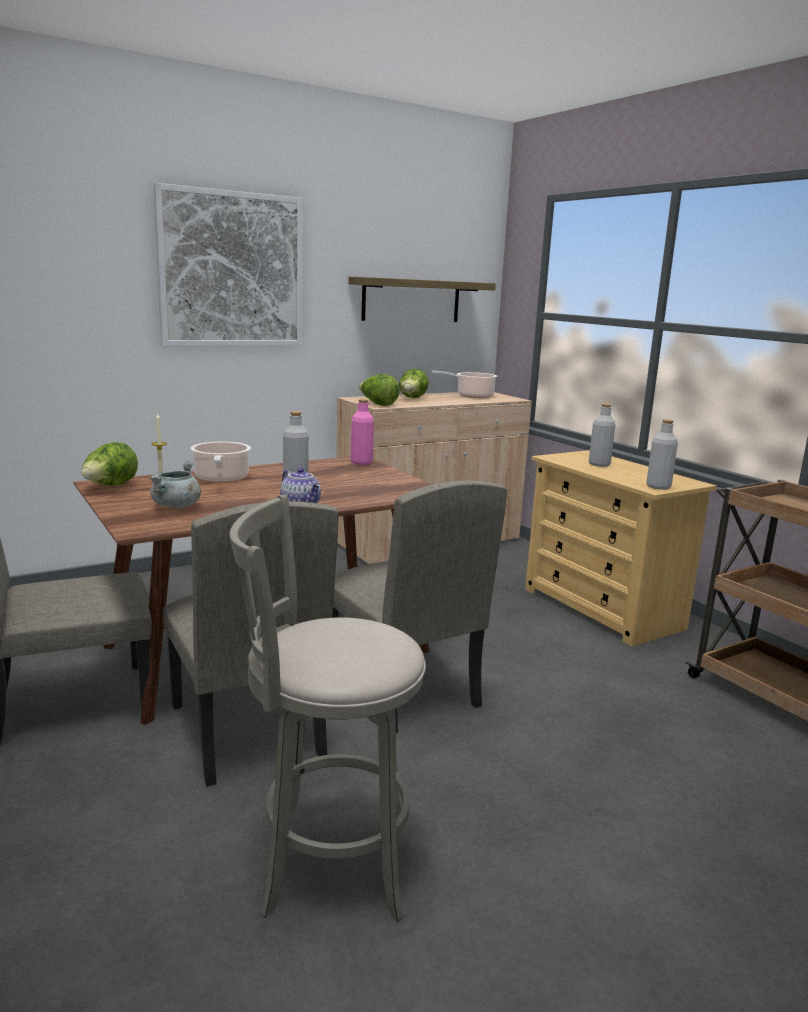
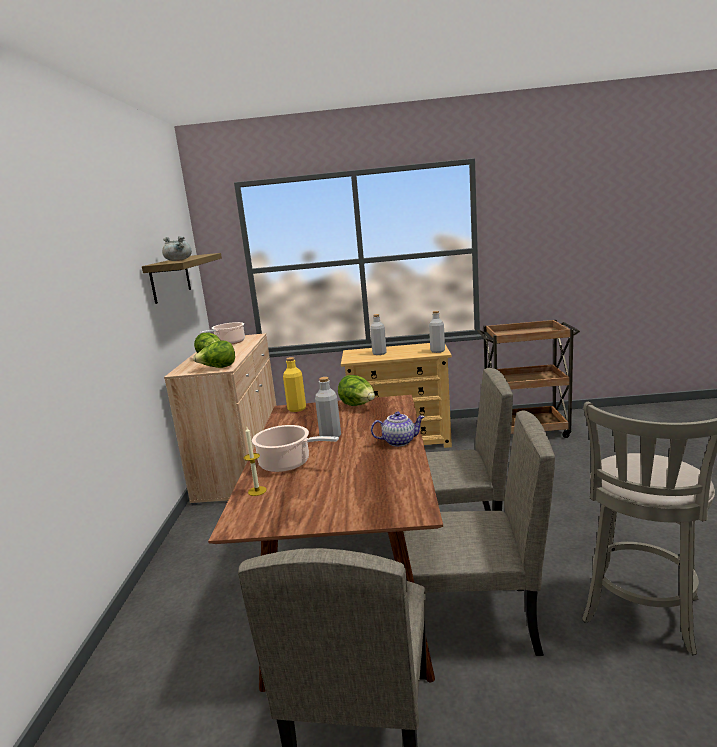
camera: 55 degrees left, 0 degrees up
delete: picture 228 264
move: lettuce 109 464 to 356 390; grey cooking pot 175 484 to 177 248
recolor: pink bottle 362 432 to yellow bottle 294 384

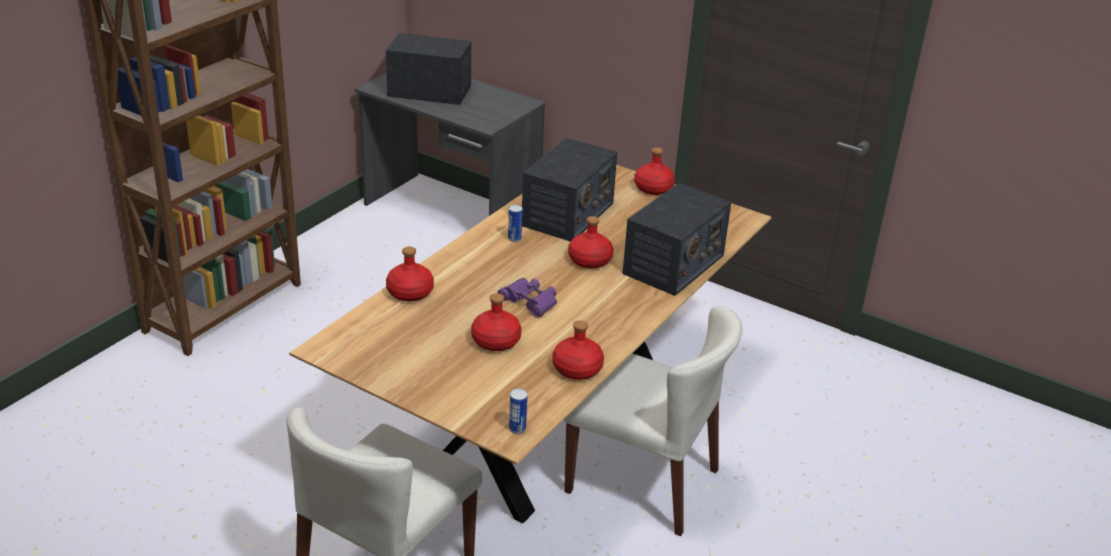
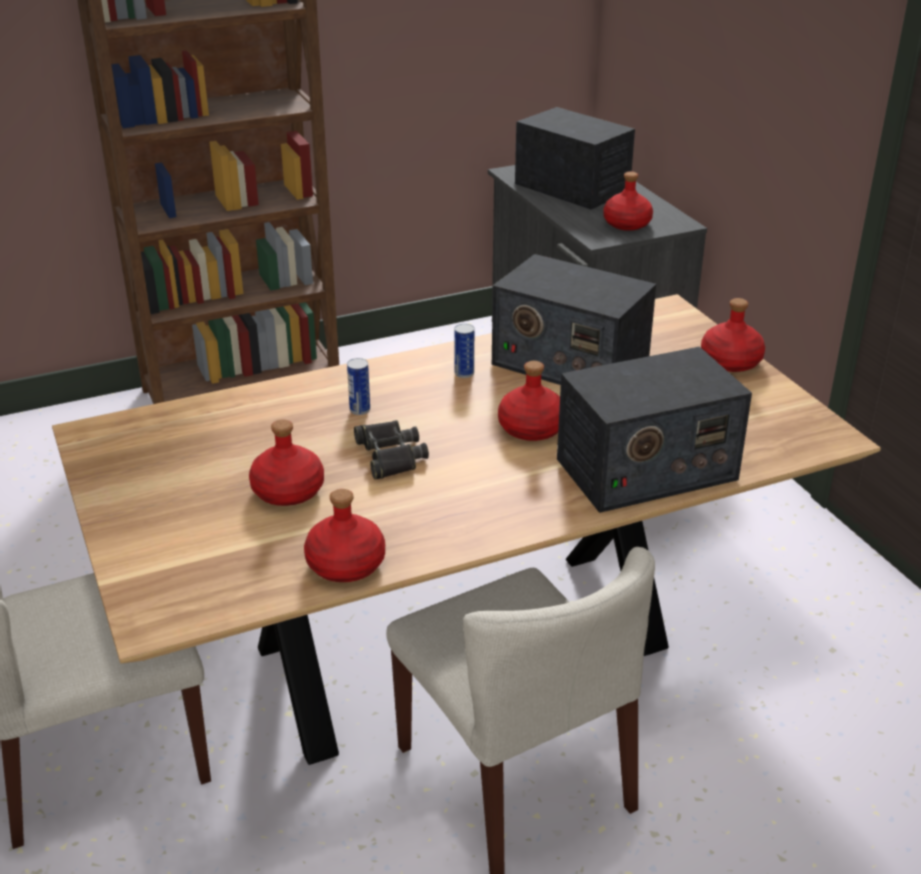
camera: 35 degrees right, 0 degrees up
move: red bottle 410 273 to 628 201; can 518 411 to 358 386
recolor: purple binoculars 527 298 to black binoculars 391 449
rotate: radio 569 190 = 574 319 60 degrees clockwise

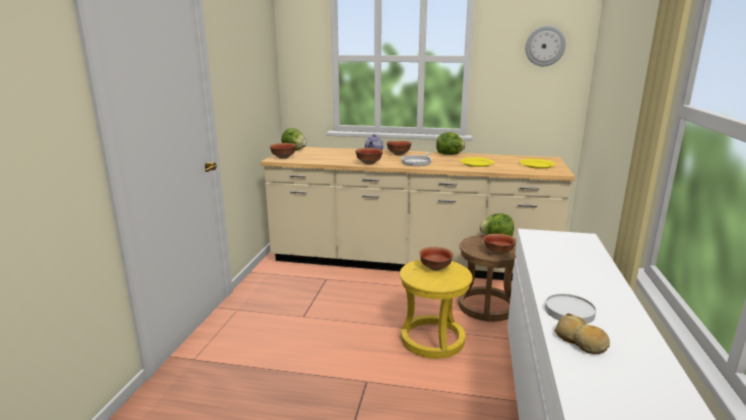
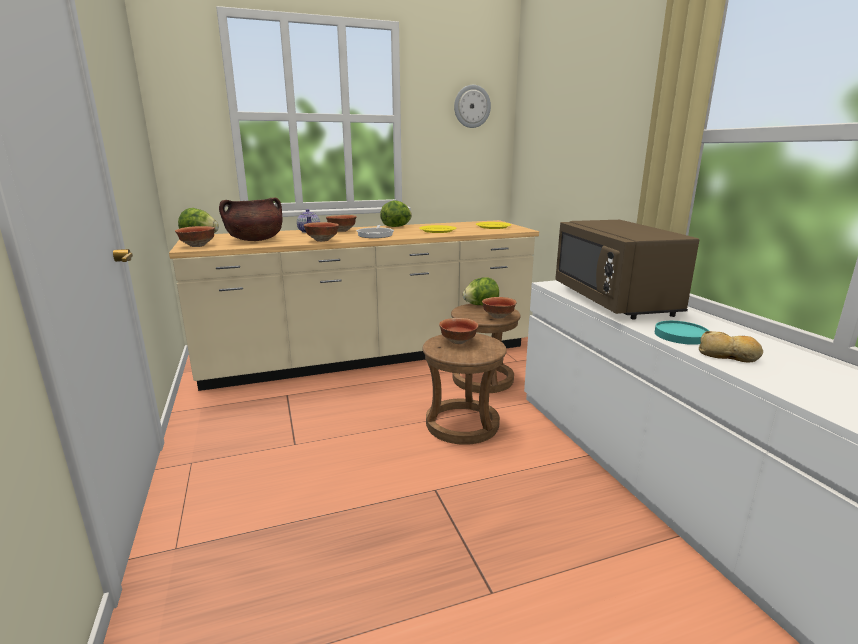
camera: 30 degrees left, 0 degrees up
insert: brown cooking pot 251 219; brown microwave 627 270
recolor: yellow stool 436 309 to brown stool 465 389; white plate 570 309 to turquoise plate 682 333

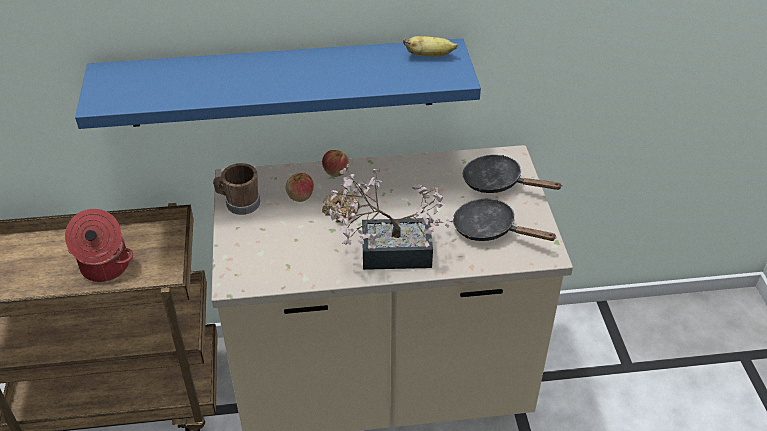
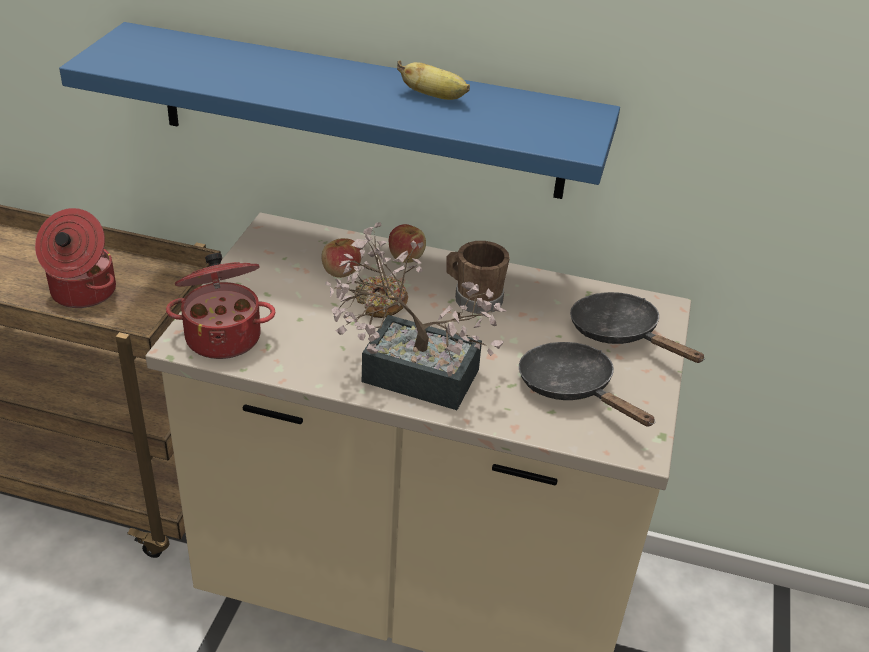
camera: 20 degrees right, 5 degrees down
insert: cooking pot 220 306
move: brown mug 236 189 to 478 277; banana 430 46 to 433 80

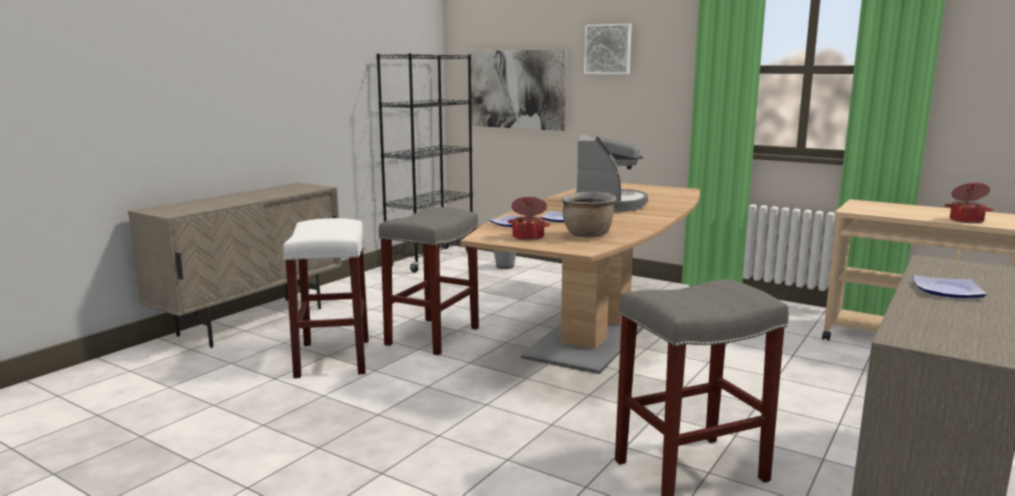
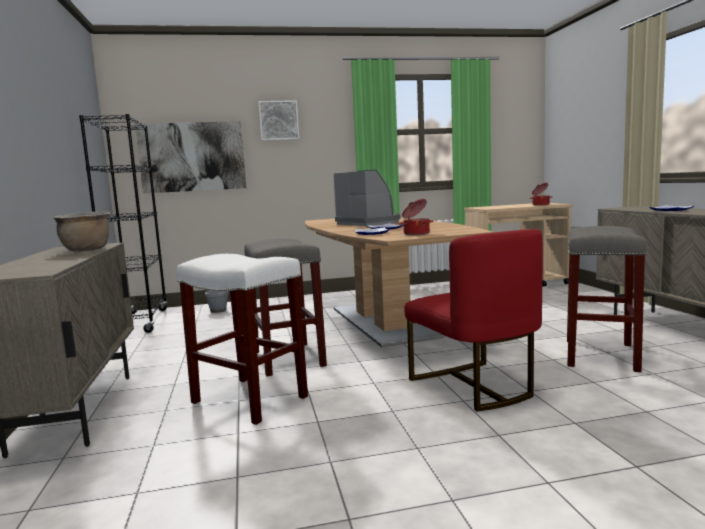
camera: 45 degrees left, 5 degrees down
insert: red chair 473 320
move: brown cooking pot 588 214 to 81 231

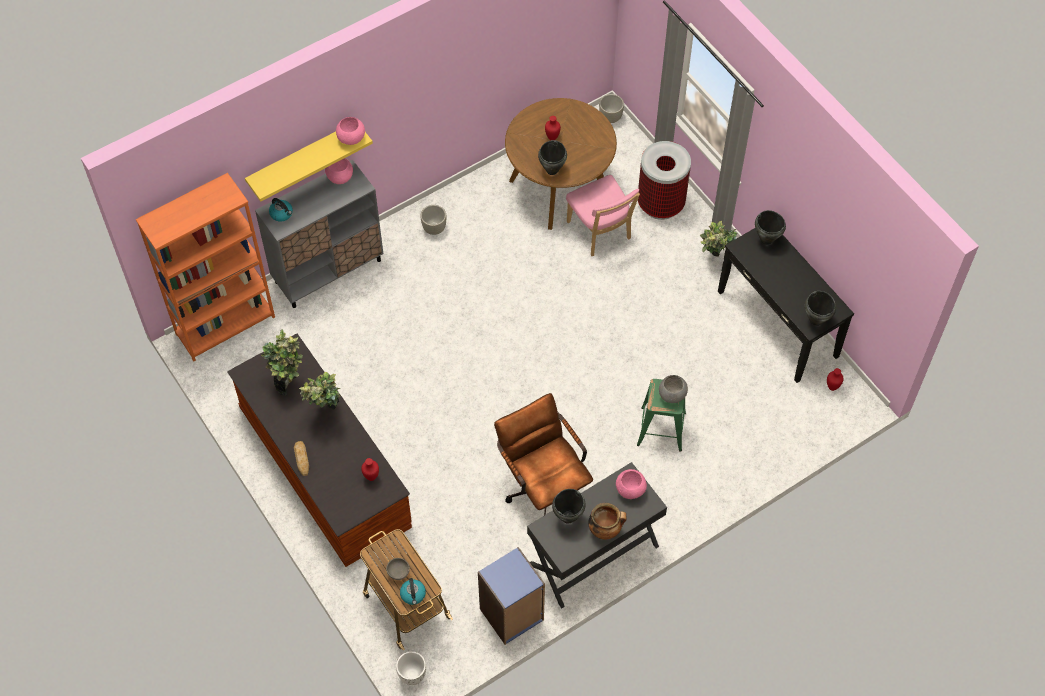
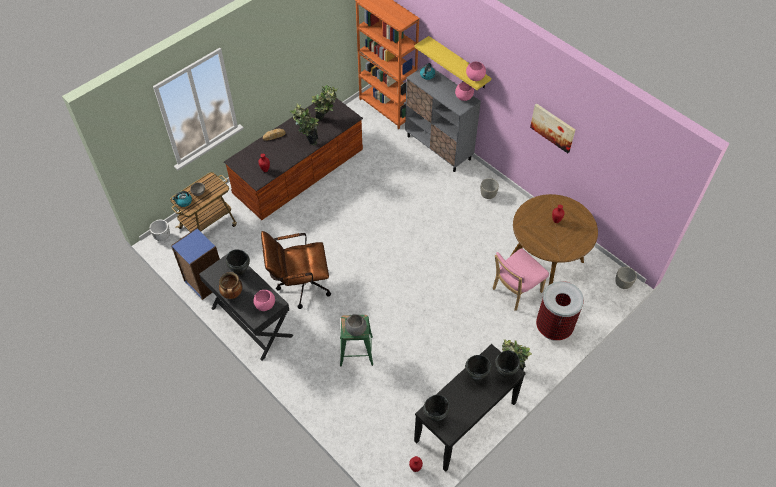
camera: 80 degrees right, 5 degrees down
insert: picture 552 128
move: black cooking pot 552 157 to 478 368
rotate: brown office chair 543 454 = 296 270 150 degrees counterclockwise

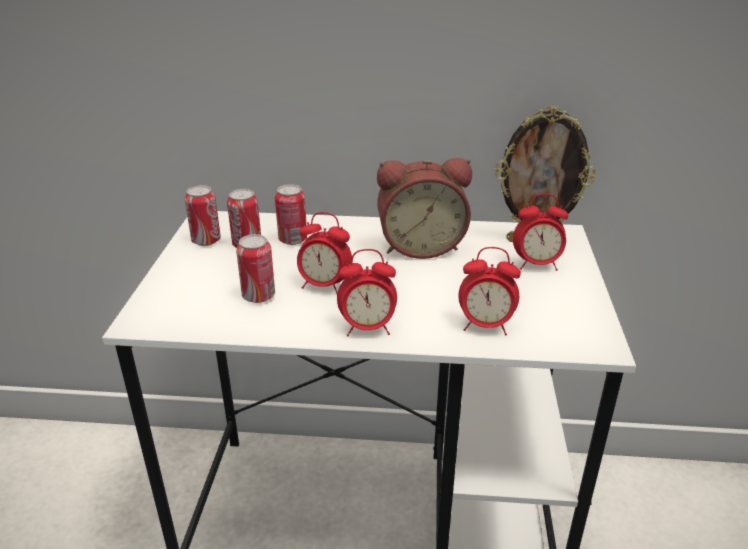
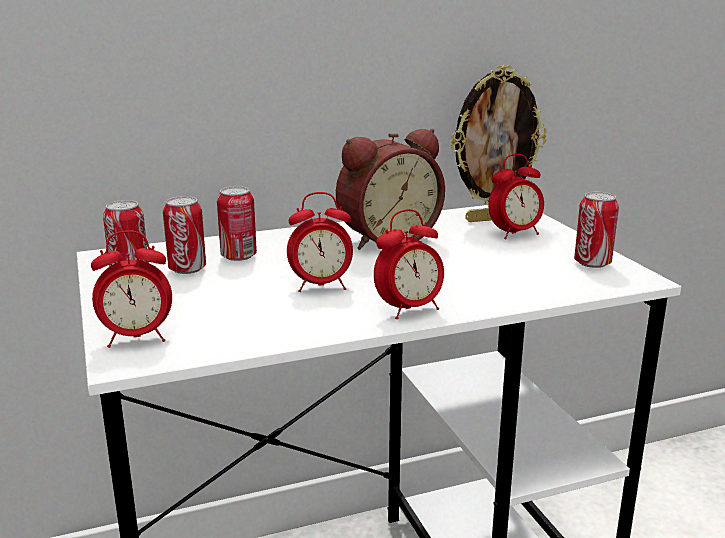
camera: 25 degrees left, 10 degrees down
move: can 255 268 to 596 230; alarm clock 489 291 to 131 289

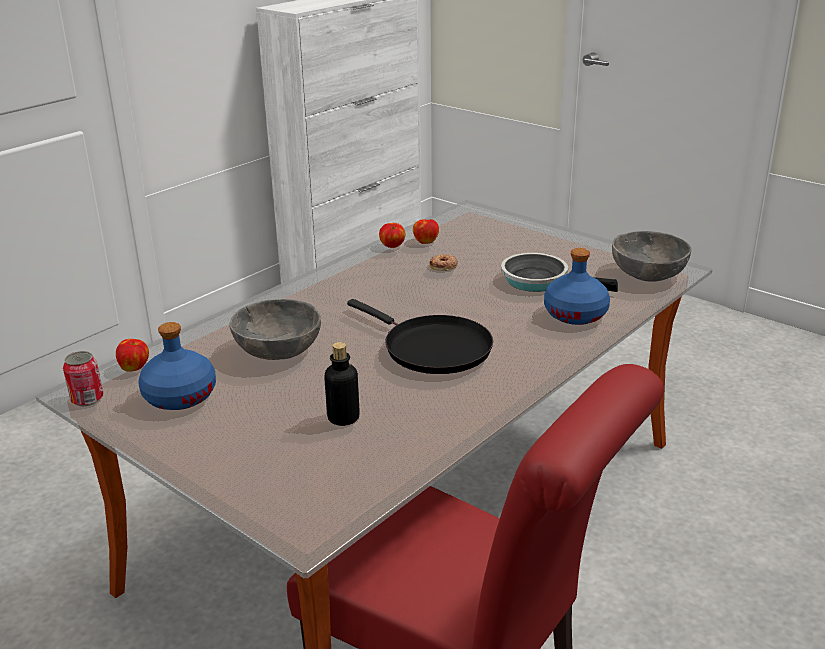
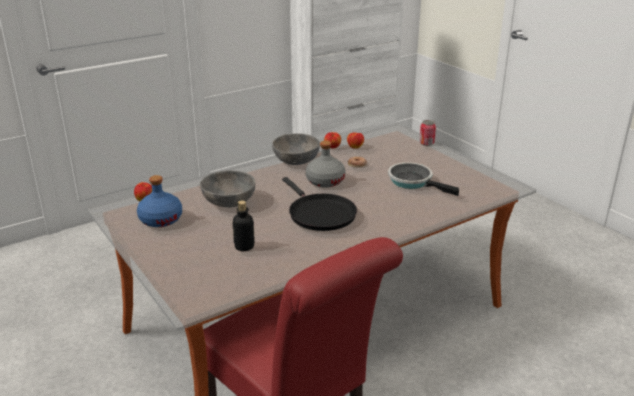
camera: 15 degrees right, 0 degrees up
delete: blue bottle 577 286
insert: grey bottle 326 164
move: can 83 378 to 427 133; grey bowl 652 256 to 296 149

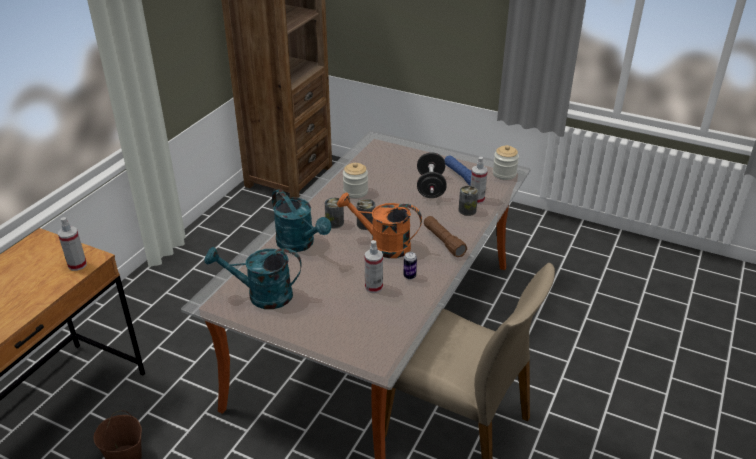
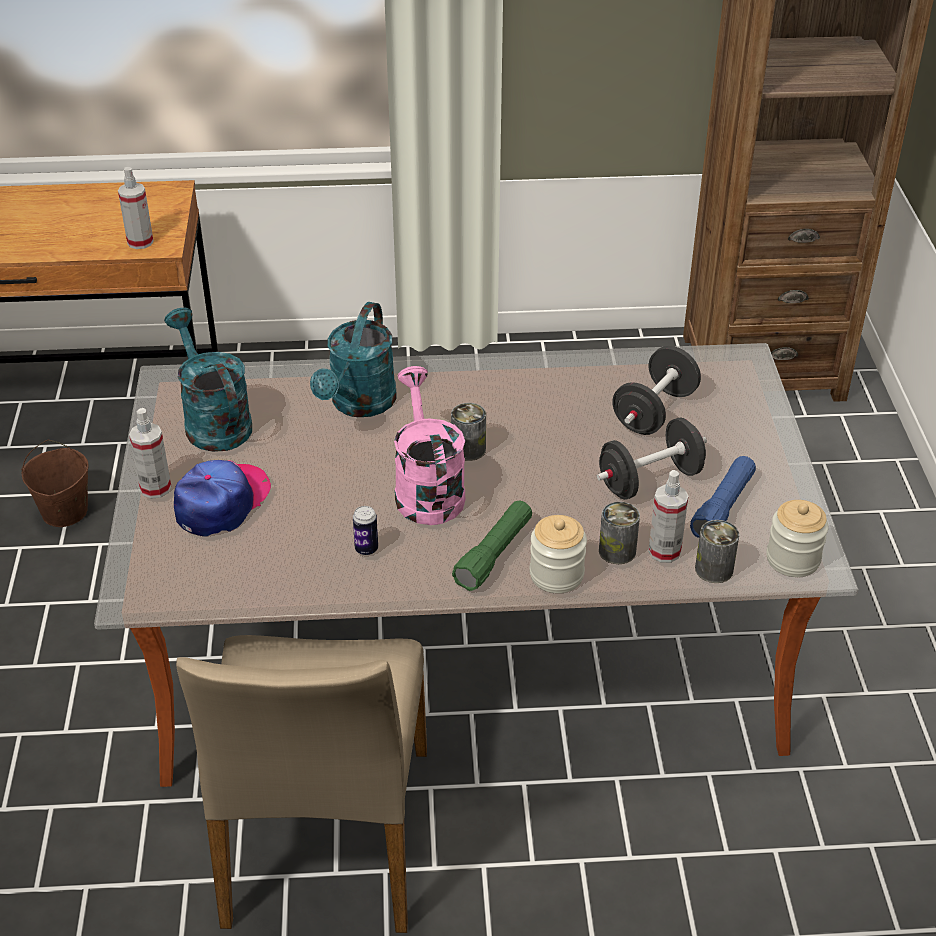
camera: 60 degrees right, 5 degrees up
insert: cap 222 498; black dumbbell 656 390
move: can 334 213 to 717 551; jar 355 180 to 558 554; spray bottle 374 266 to 150 453
recolor: orange watering can 379 225 to pink watering can 429 445; brown flashlight 445 236 to green flashlight 492 545

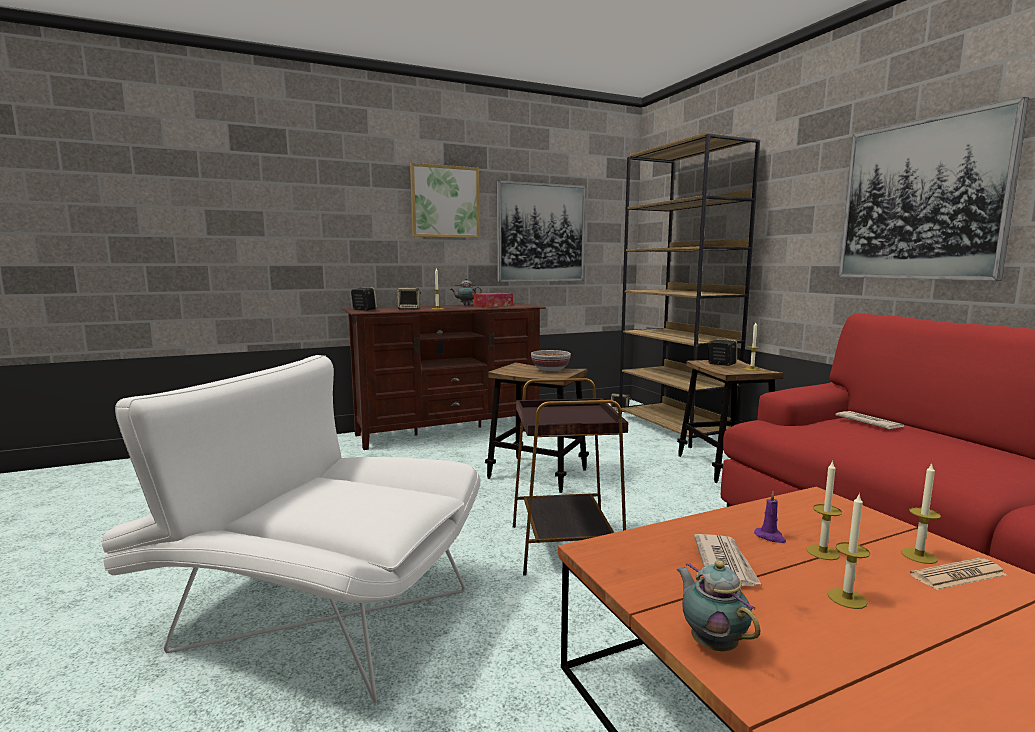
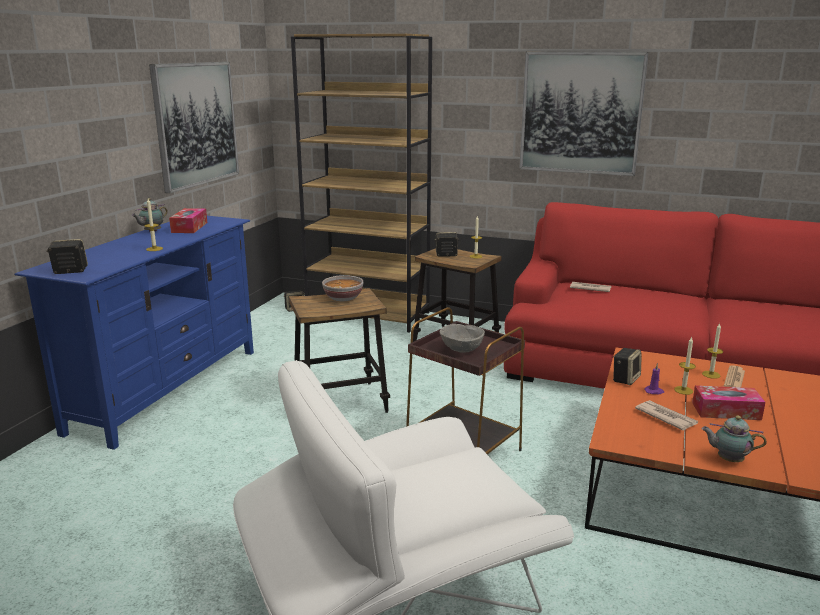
camera: 45 degrees left, 10 degrees up
delete: picture 445 200
insert: grey bowl 462 338
move: speaker 409 299 to 627 366
replace: candle 848 551 to tissue box 728 402
recolor: brown tv stand 444 376 to blue tv stand 134 333

